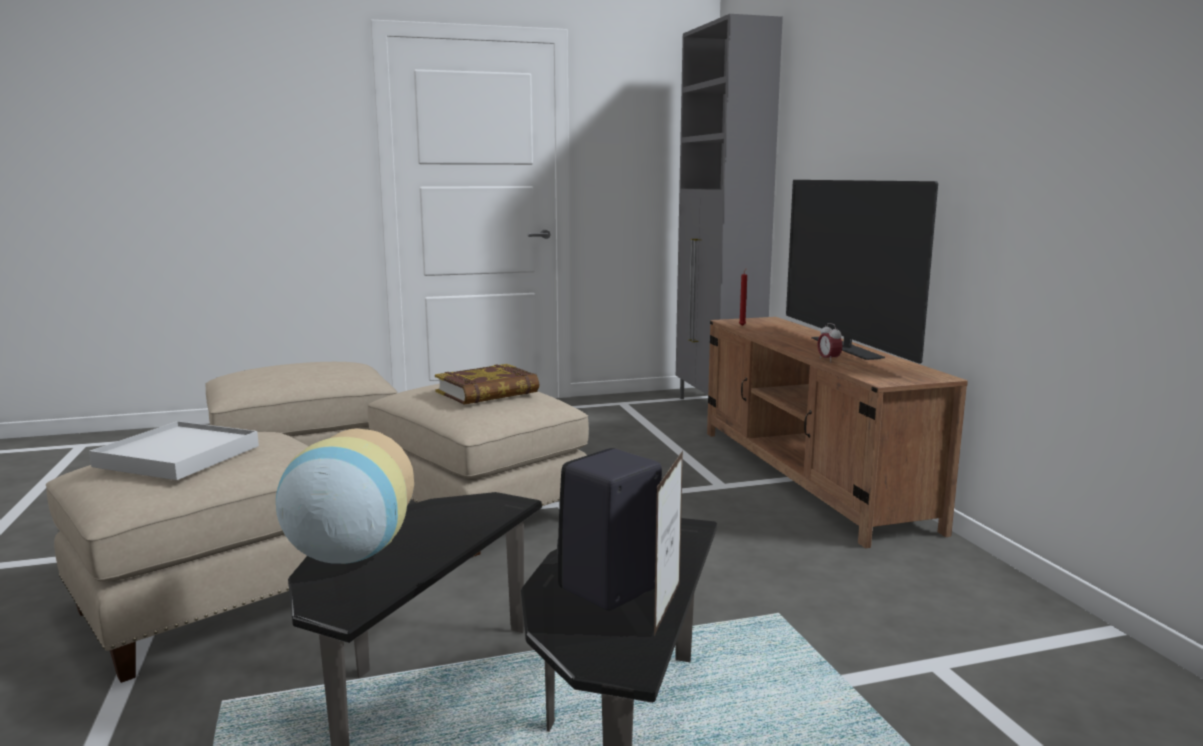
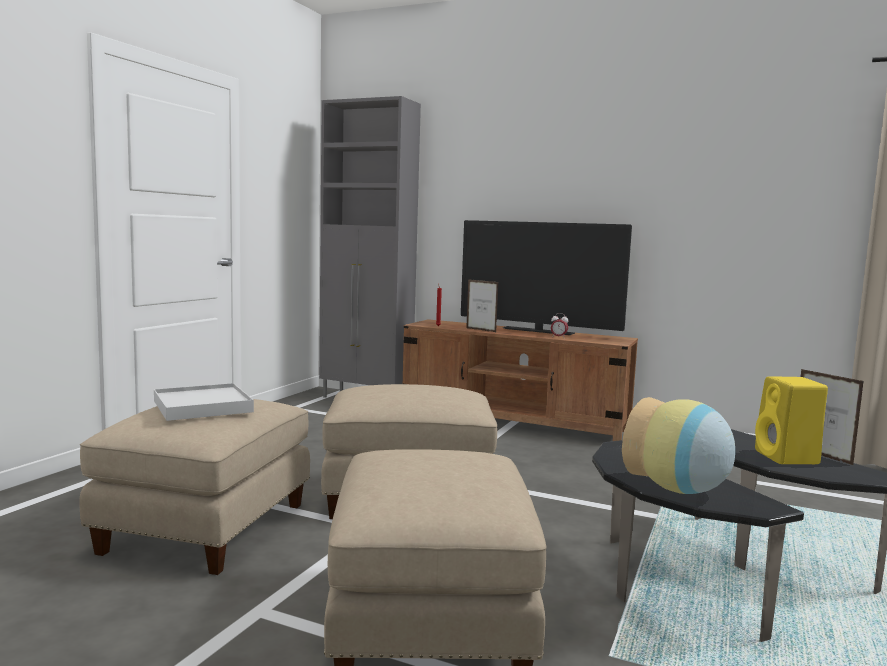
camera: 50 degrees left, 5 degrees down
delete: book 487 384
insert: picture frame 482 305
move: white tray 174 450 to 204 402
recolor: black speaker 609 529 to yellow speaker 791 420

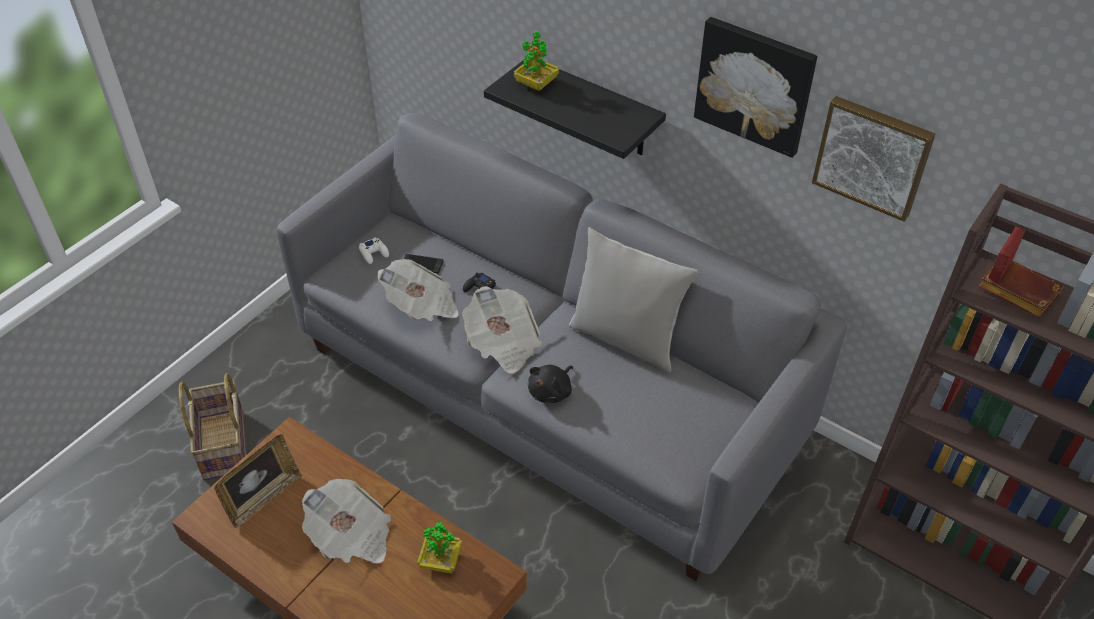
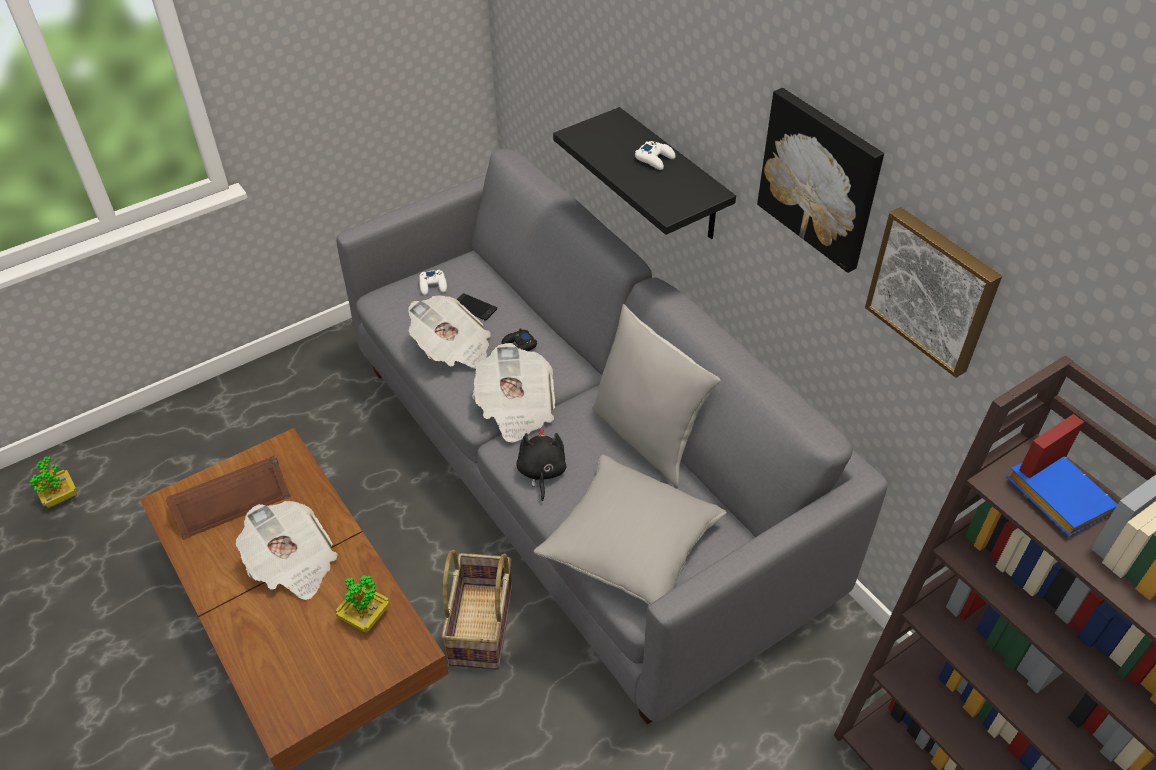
camera: 20 degrees right, 0 degrees up
insert: grey pillow 630 530; white game controller 655 155
move: basket 212 426 to 476 609; potted plant 536 61 to 53 482
replace: picture frame 258 481 to brown speaker 228 498
recolor: brown book 1021 289 to blue book 1062 496
rotate: black plush toy 550 384 = 541 464 120 degrees clockwise

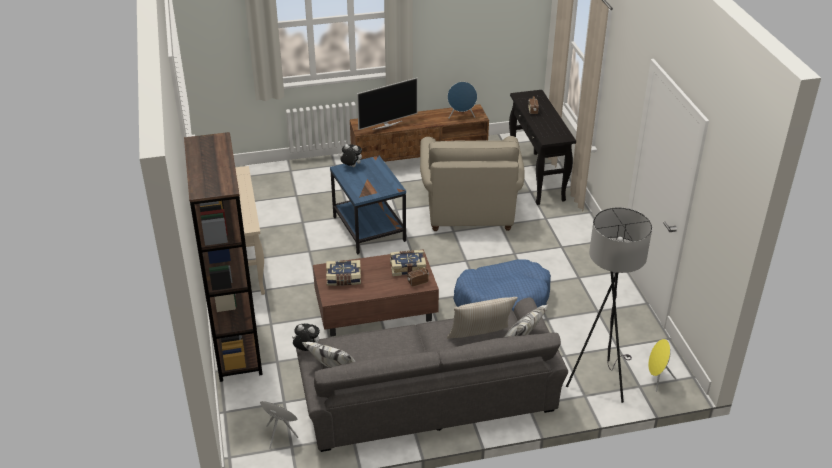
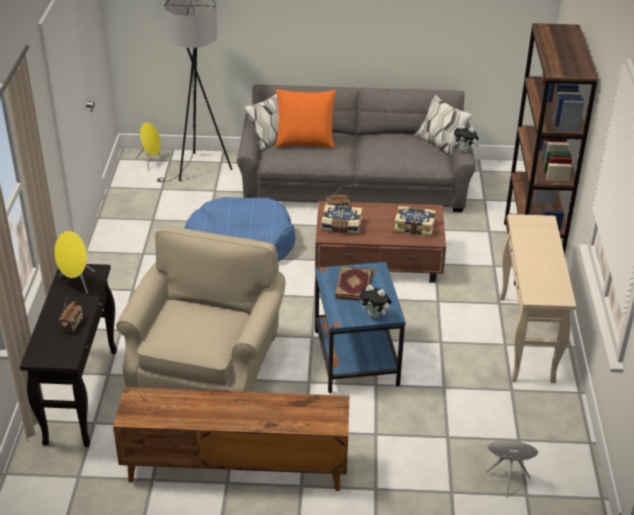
camera: 165 degrees left, 0 degrees up
delete: television 387 104
insert: book 353 283
move: yellow speaker 279 425 to 74 262; blue speaker 462 100 to 512 469
recolor: beige pillow 482 317 to orange pillow 305 119

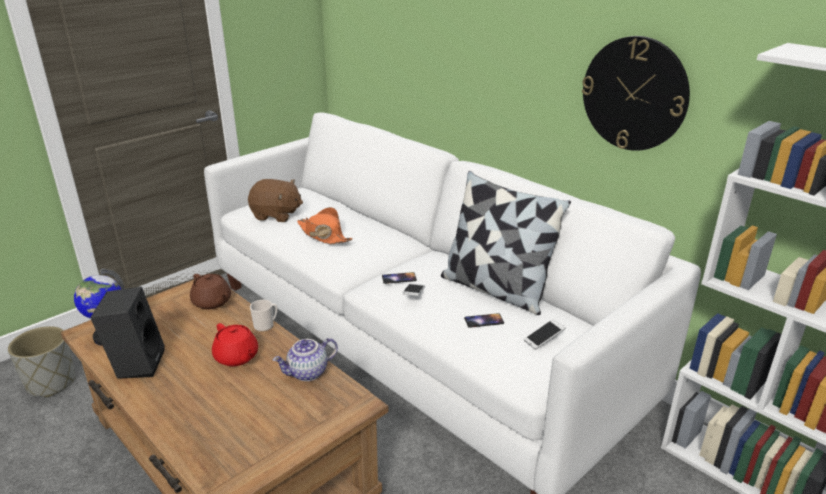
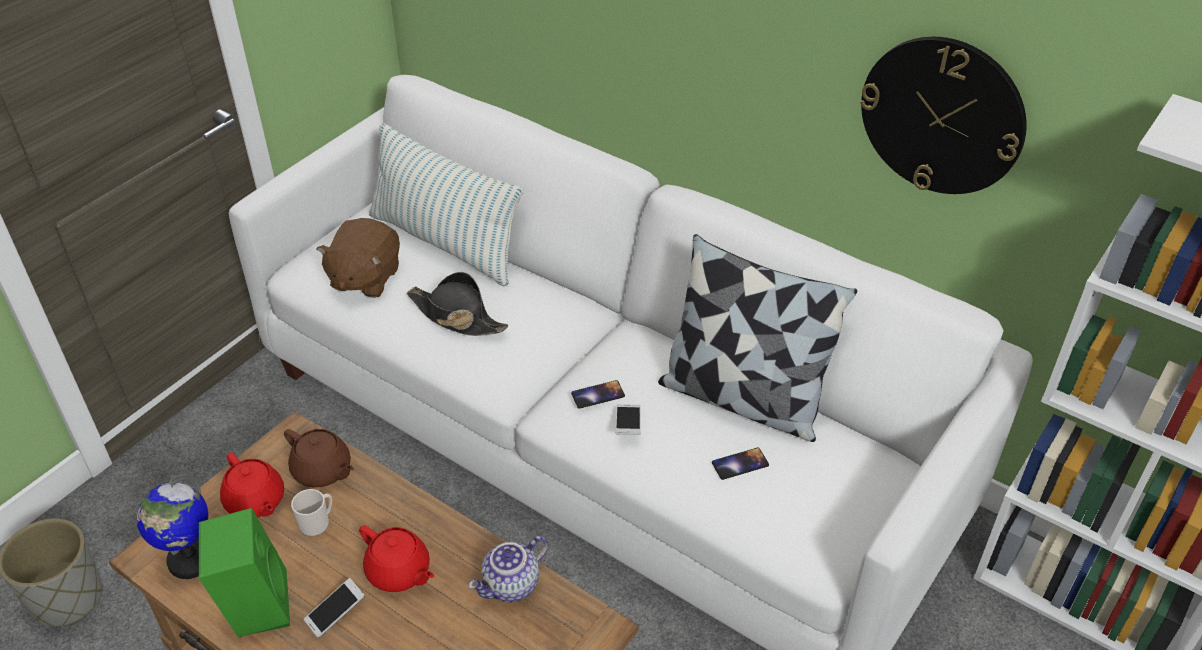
camera: 10 degrees left, 15 degrees up
insert: red teapot 252 485; pillow 446 204
move: mug 263 316 to 311 513; phone 545 334 to 334 608
recolor: black speaker 127 333 to green speaker 244 573; orange hat 325 225 to black hat 457 304
rotate: brown plush toy 275 200 = 358 258 105 degrees clockwise

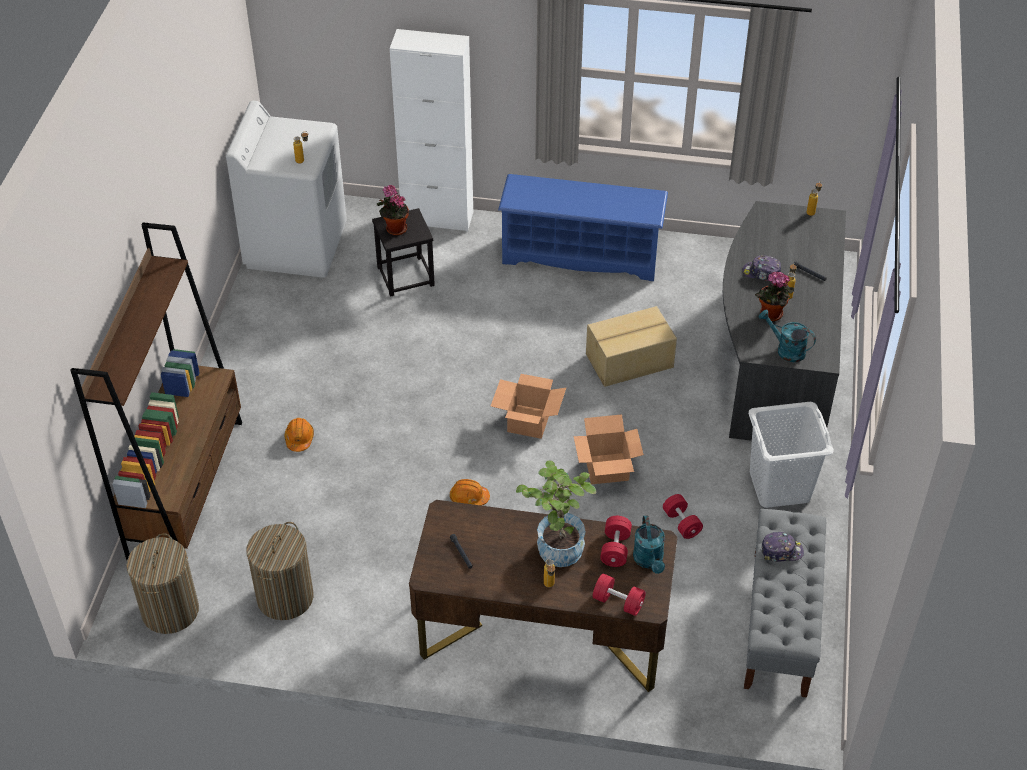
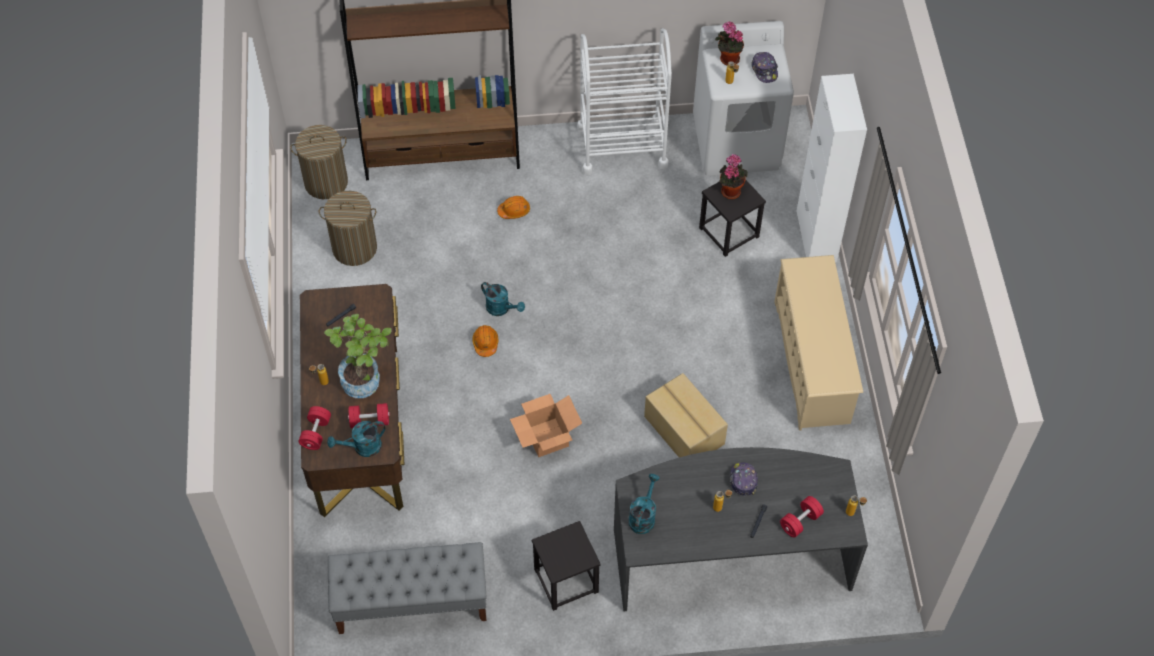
camera: 75 degrees right, 10 degrees up
delete: cardboard box 528 406
insert: turquoise watering can 503 299; white cart 624 101
move: red dumbbell 683 516 to 802 517; potted plant 774 296 to 729 43; cap 782 547 to 764 67
replace: white laundry basket 791 455 to black stool 566 566
recolor: blue shoe rack 583 227 to beige shoe rack 818 343

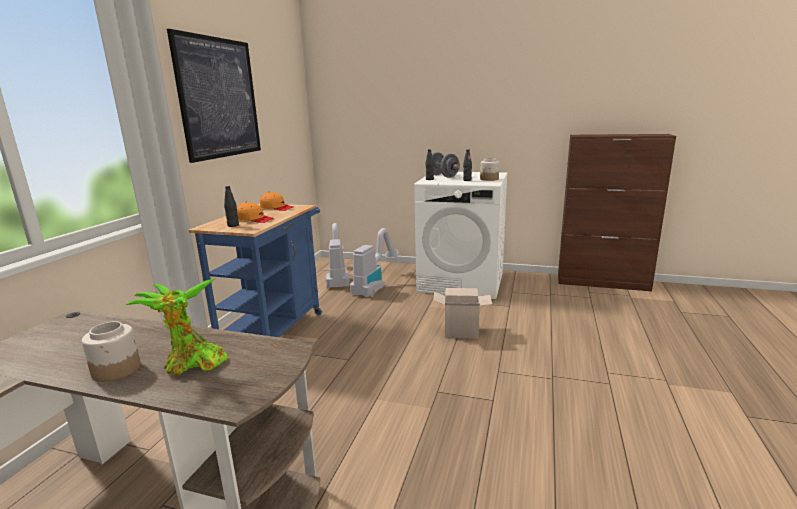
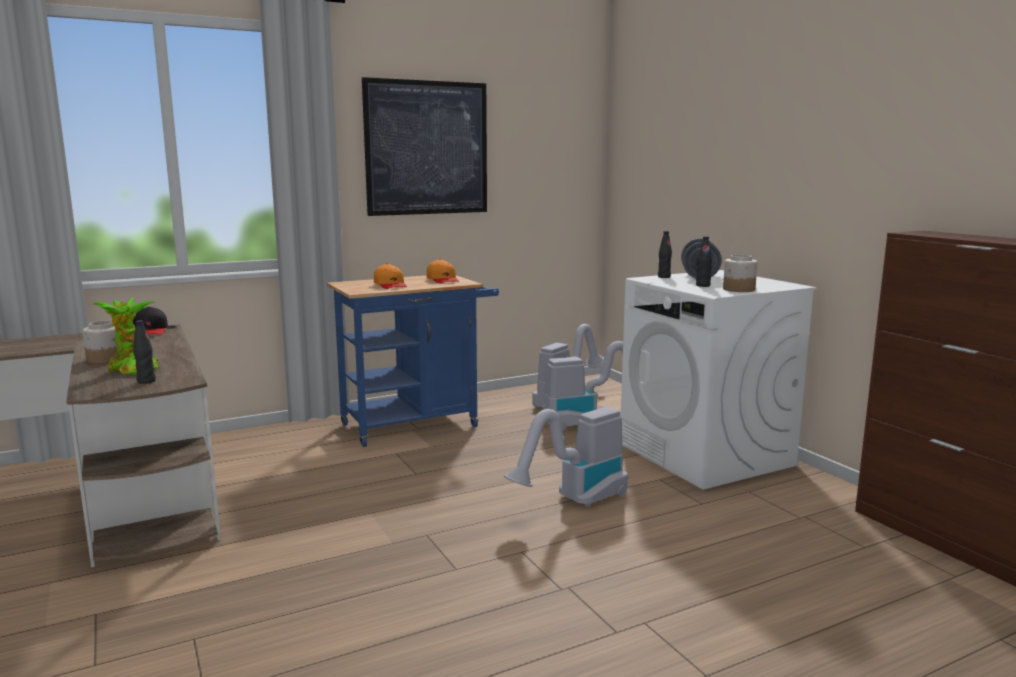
camera: 45 degrees right, 5 degrees down
insert: black cap 150 320
move: black bottle 231 206 to 144 352
replace: cardboard box 462 313 to vacuum cleaner 566 457

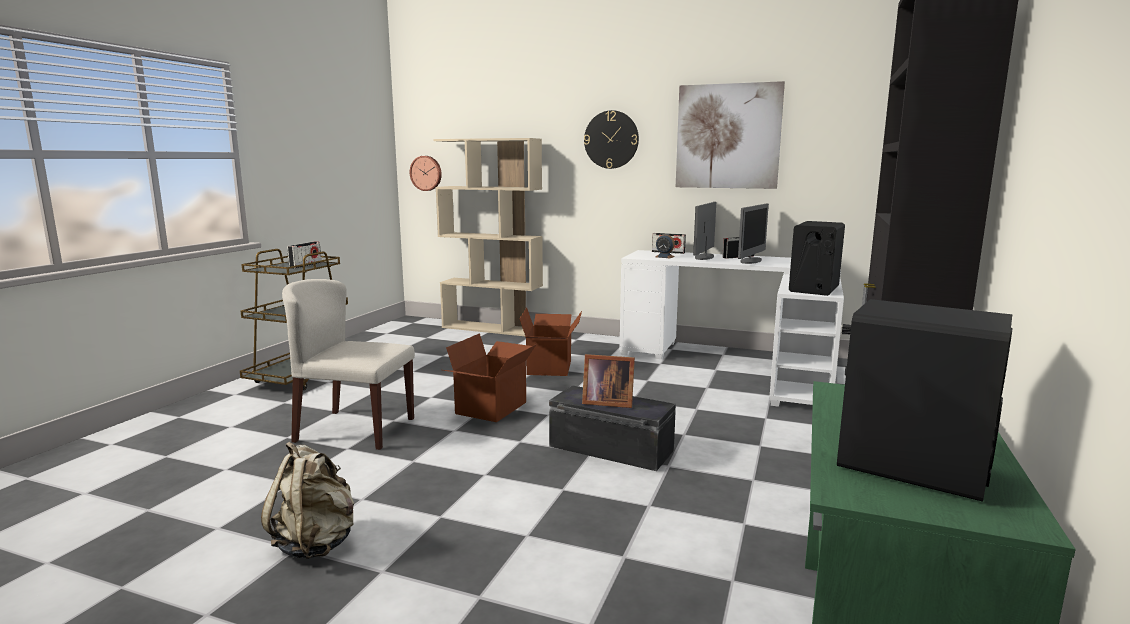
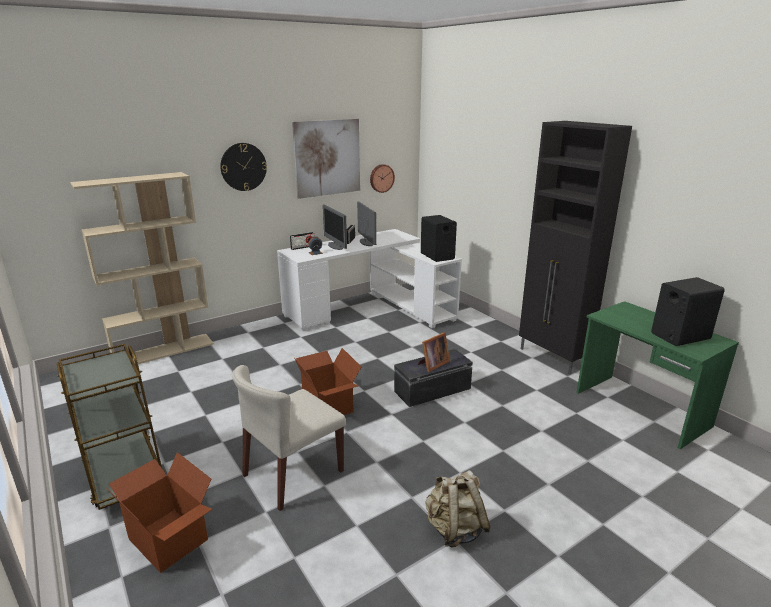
camera: 55 degrees left, 10 degrees up
delete: radio 304 255
move: wall clock 426 173 to 382 178; cardboard box 550 341 to 159 512

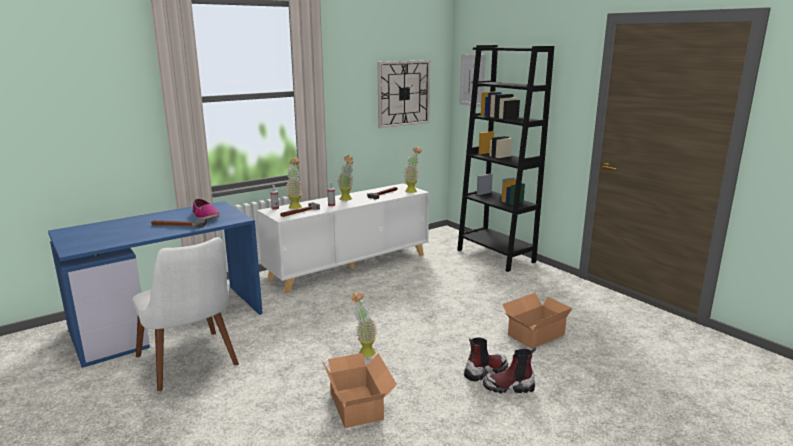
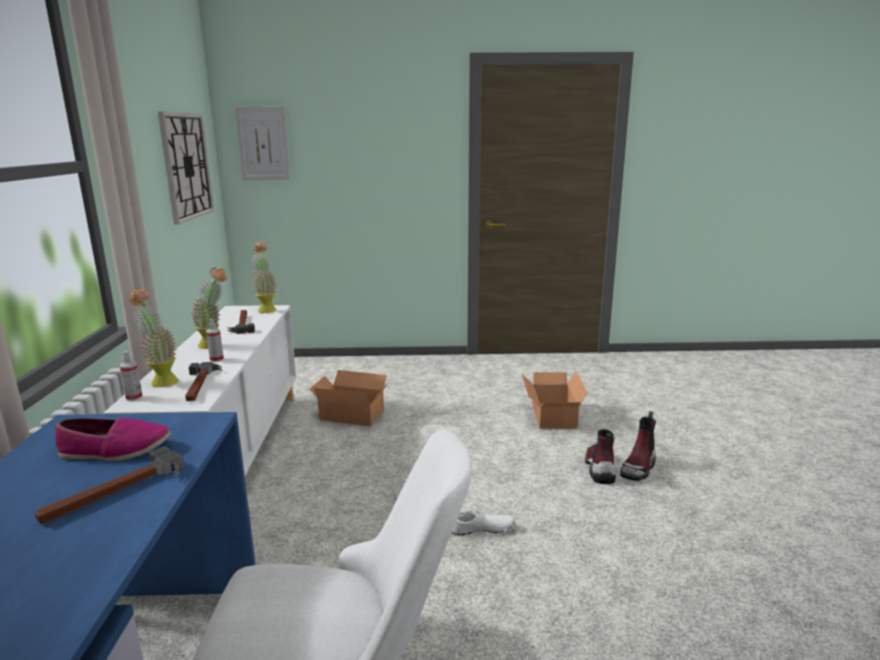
camera: 55 degrees left, 0 degrees up
delete: black bookcase 505 158
move: cardboard box 359 390 to 348 398
replace: potted plant 364 324 to white shoe 483 522

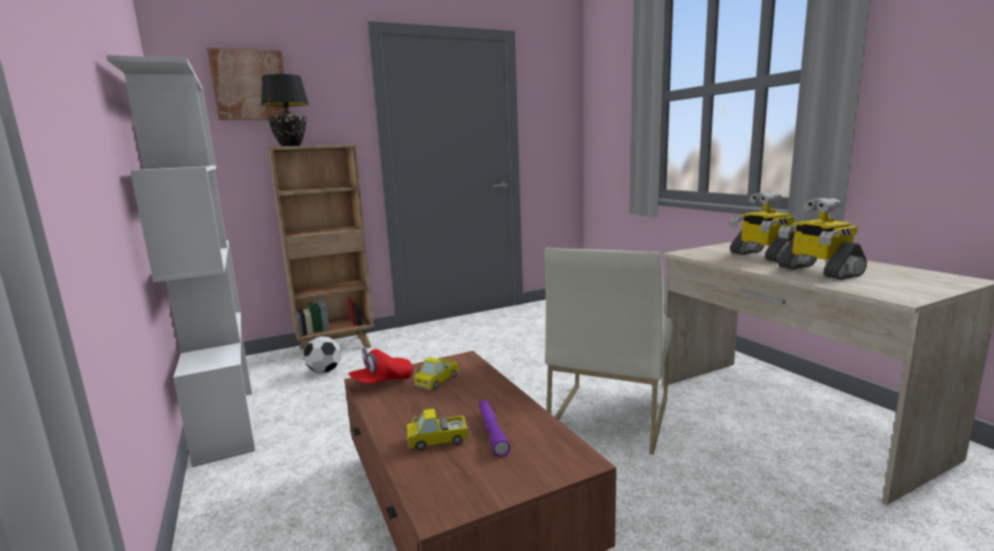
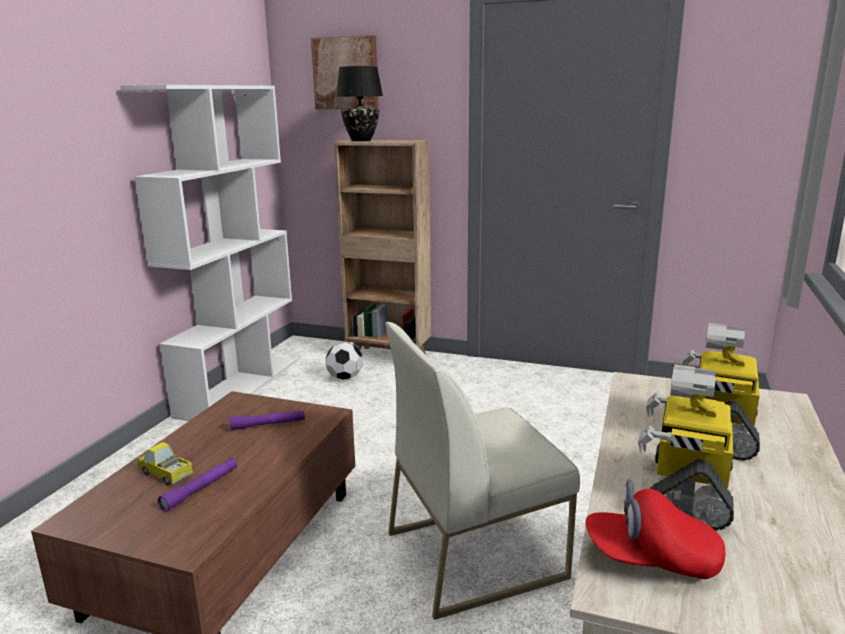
camera: 45 degrees right, 5 degrees up
move: red cap 380 366 to 655 529
replace: toy truck 436 373 to purple flashlight 267 420

